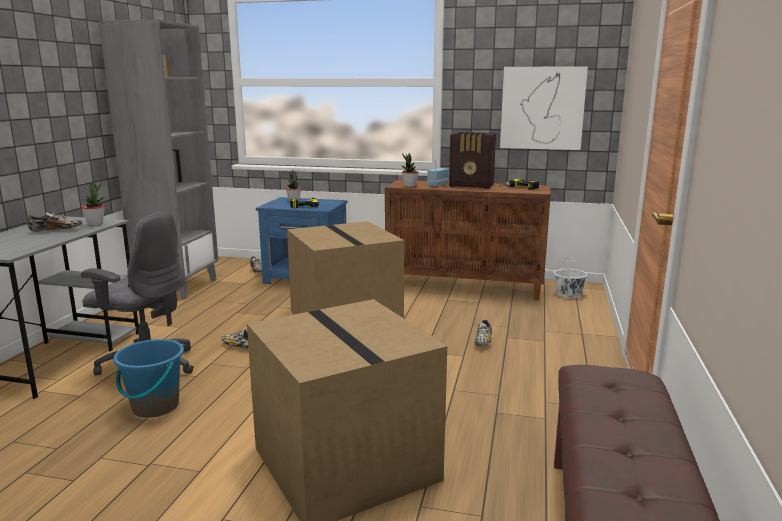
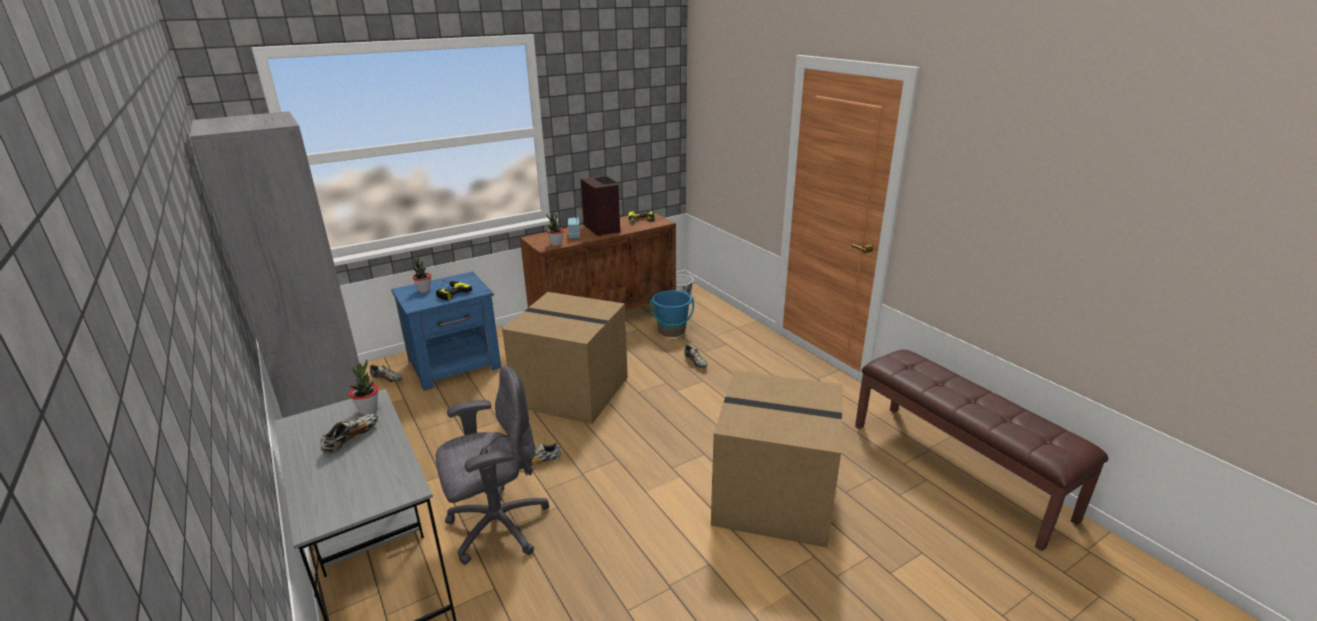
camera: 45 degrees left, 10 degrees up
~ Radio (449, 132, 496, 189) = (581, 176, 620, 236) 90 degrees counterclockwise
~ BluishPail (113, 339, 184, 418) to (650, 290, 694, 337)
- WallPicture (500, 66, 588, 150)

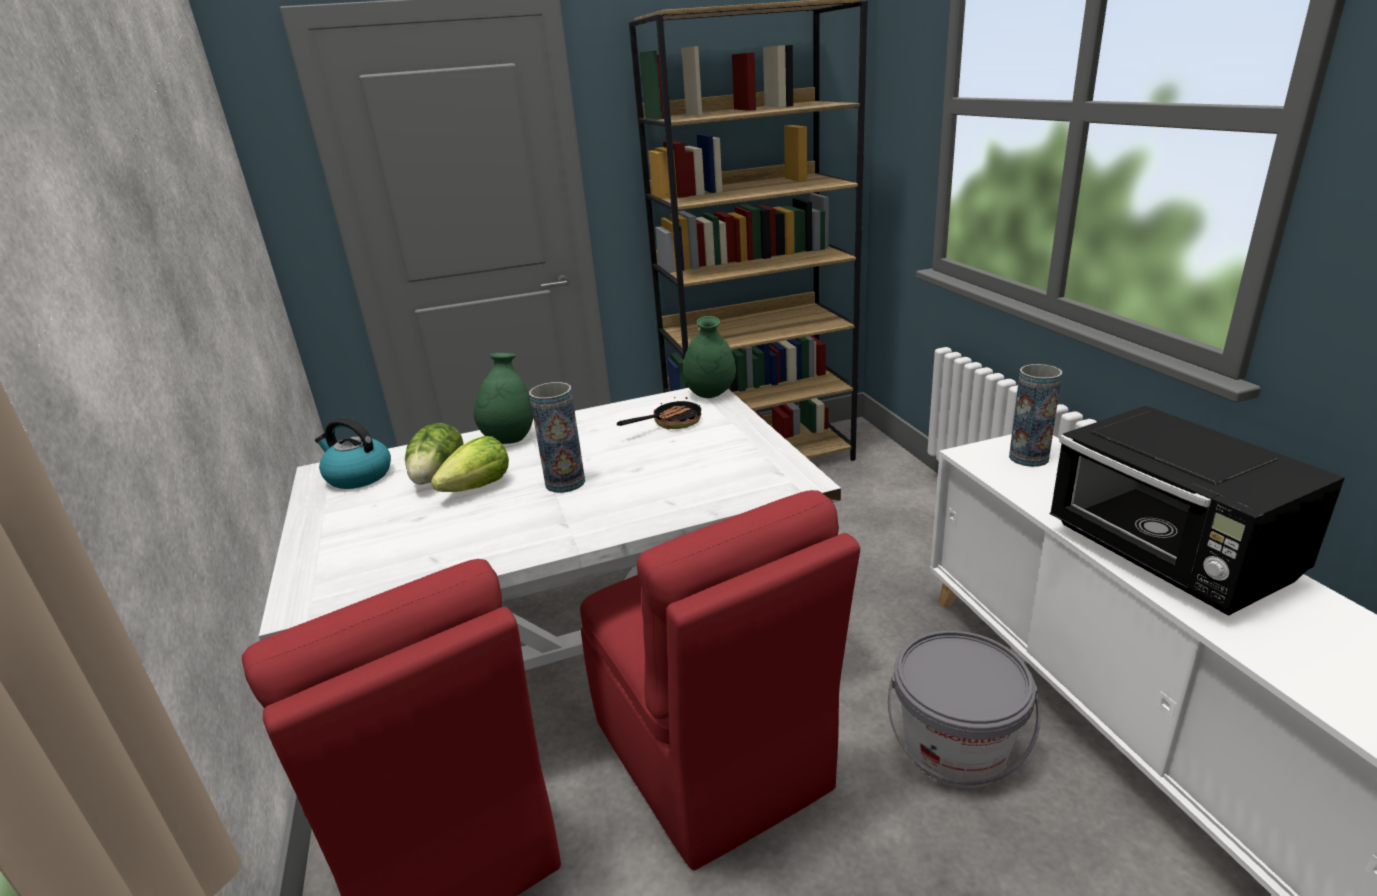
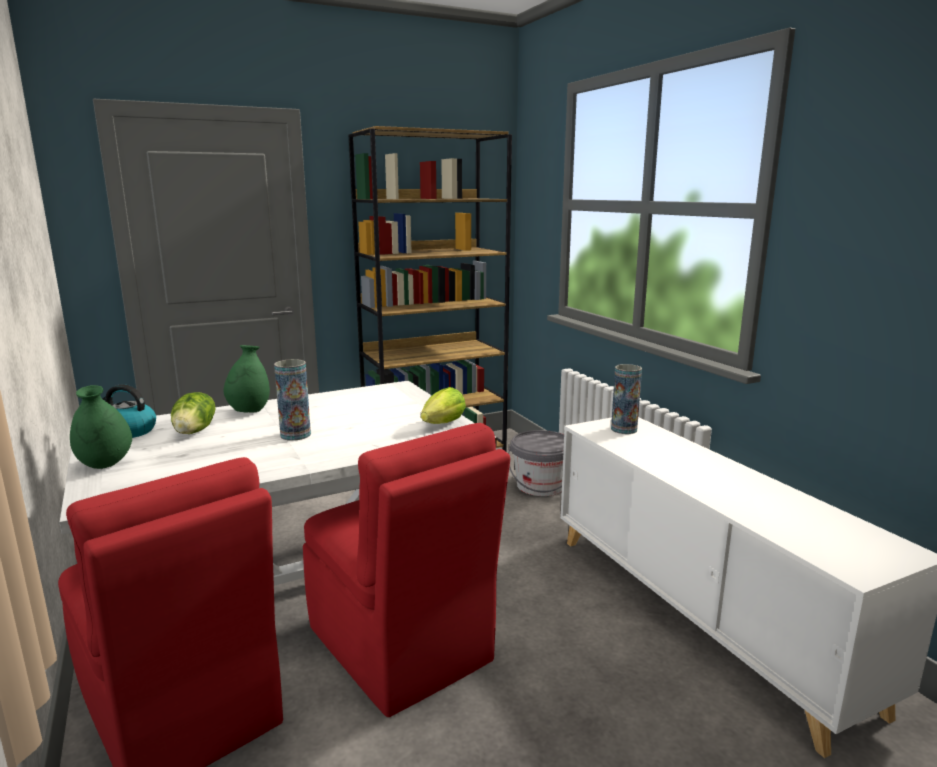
camera: 10 degrees left, 10 degrees down
~ GreenColouredVase (683, 316, 736, 398) to (70, 385, 132, 469)
~ LettuceHead (431, 436, 509, 492) to (421, 387, 466, 424)
~ GreyPail (888, 631, 1041, 788) to (508, 430, 564, 496)
- Pan (617, 397, 701, 429)
- BlackMicrowaveOven (1049, 406, 1345, 615)

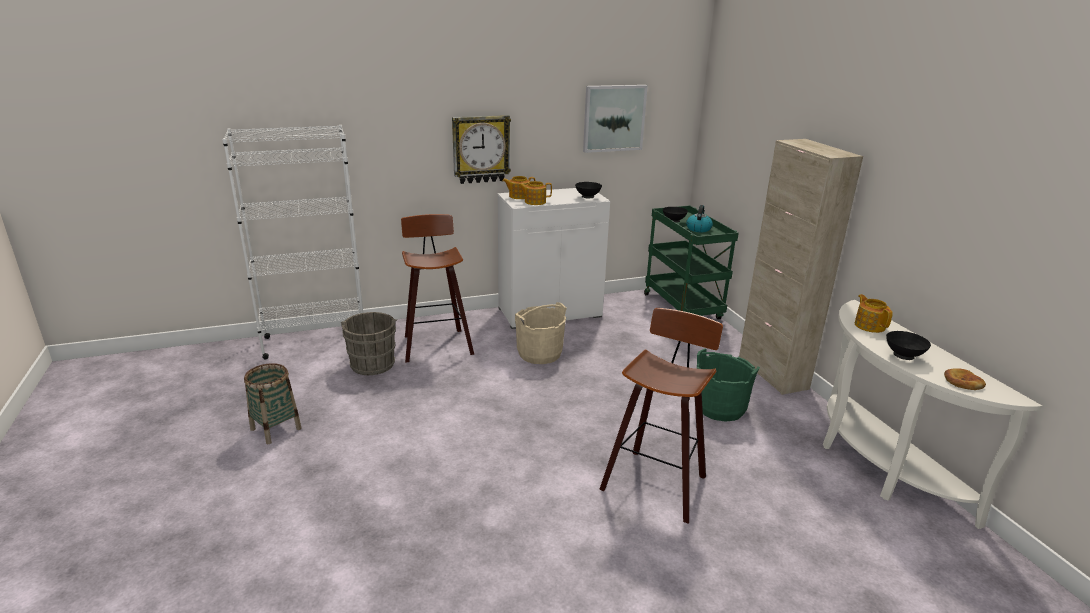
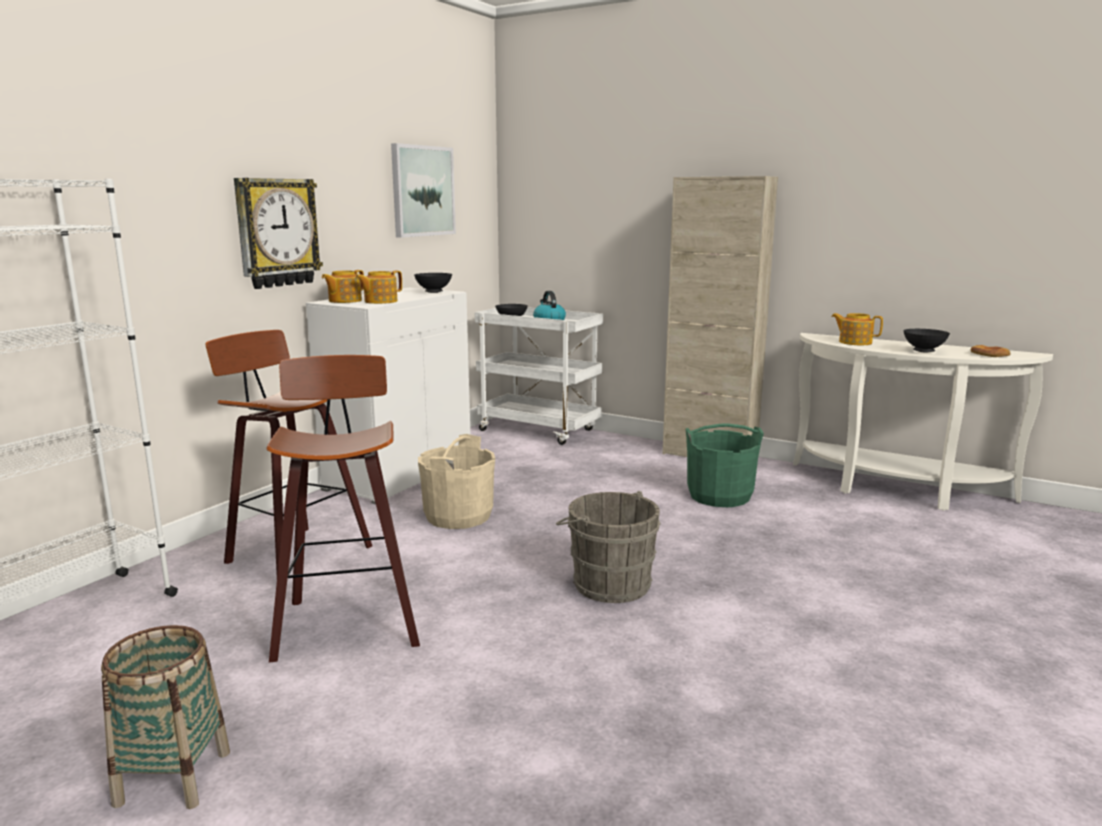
camera: 40 degrees left, 10 degrees down
~ SittingStool (599, 308, 723, 524) to (266, 355, 420, 662)
~ GreenColouredCart (644, 206, 739, 320) to WhiteCart (475, 307, 603, 445)
~ GreyPail (341, 312, 397, 375) to (556, 491, 661, 603)

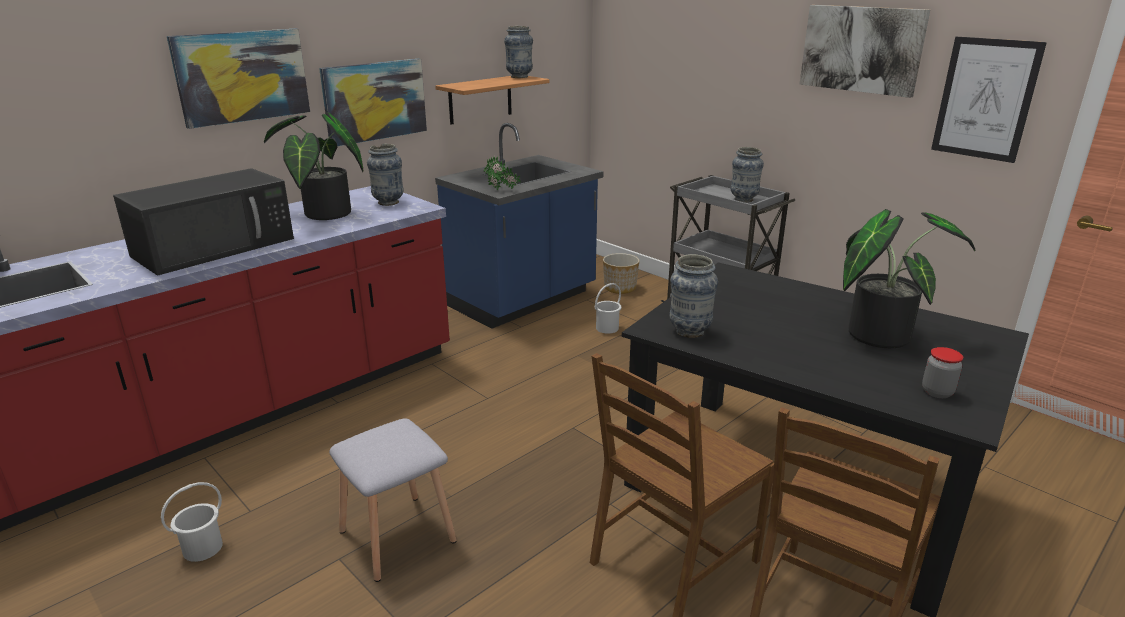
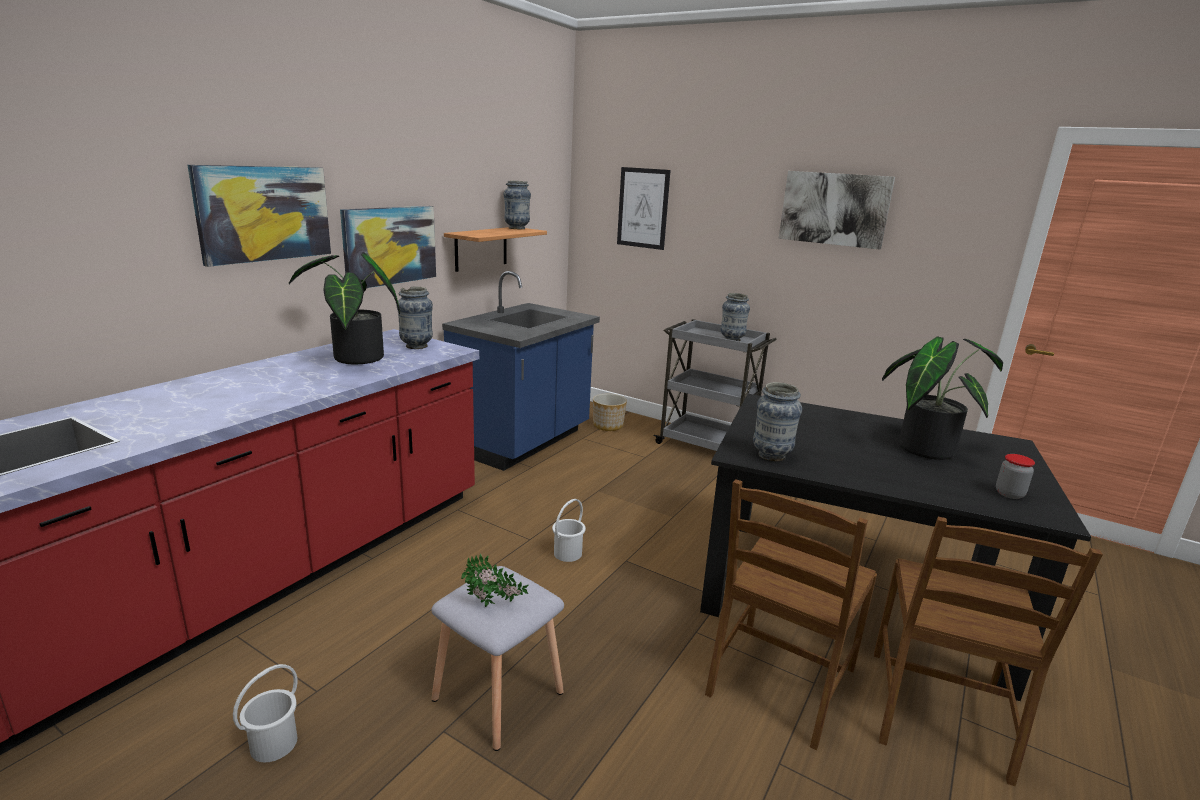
camera: 15 degrees left, 5 degrees down
~ PottedPlant (484, 156, 521, 190) to (461, 554, 529, 607)
~ WhitePail (595, 283, 621, 334) to (552, 499, 586, 562)
~ WallPicture (931, 37, 1047, 163) to (617, 167, 671, 250)
- BlackMicrowaveOven (113, 168, 294, 276)

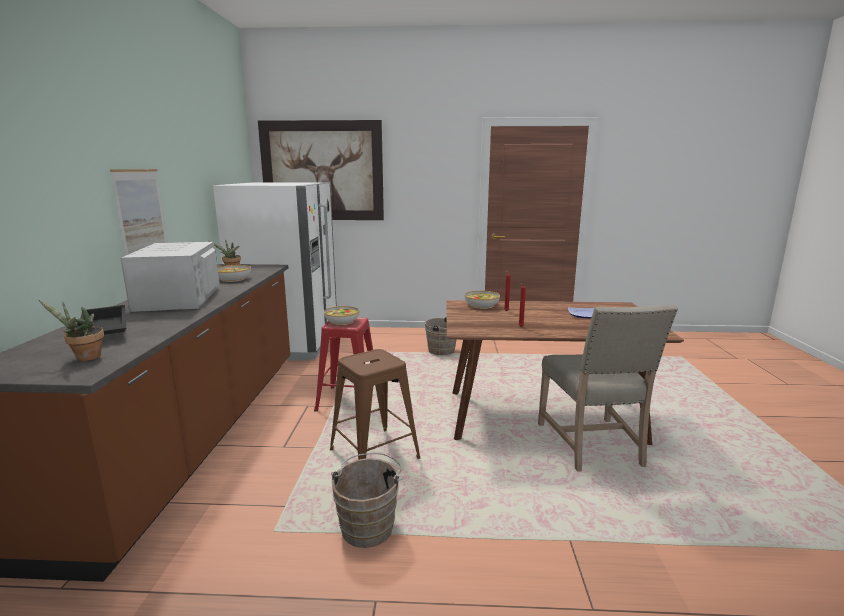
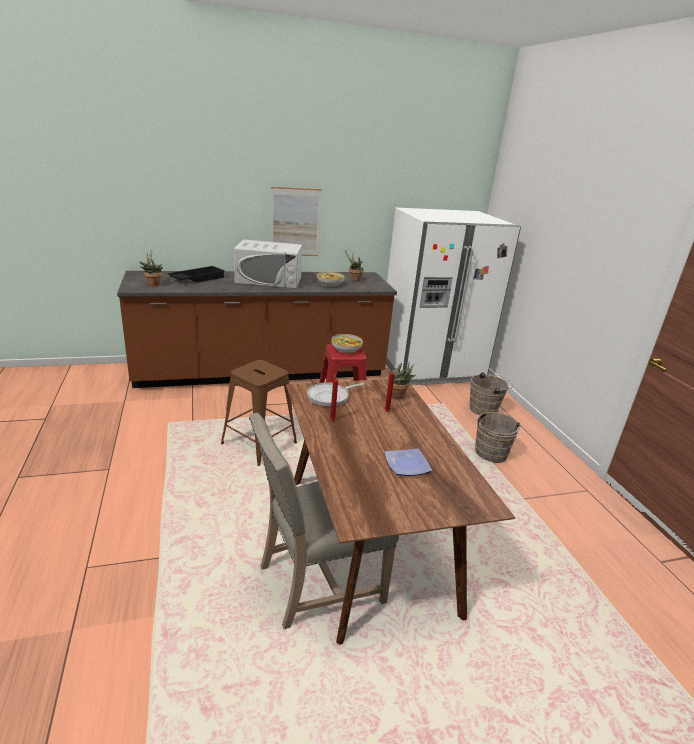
camera: 70 degrees right, 10 degrees up
~ WhiteMicrowaveOven (121, 242, 219, 312) = (234, 239, 302, 289) 150 degrees counterclockwise
+ Pan (307, 383, 365, 407)
~ ServingBowl (465, 290, 500, 309) to PottedPlant (388, 363, 415, 399)
~ BrownColouredPail (331, 453, 404, 548) to (469, 372, 513, 415)
- WallPicture (258, 120, 384, 220)

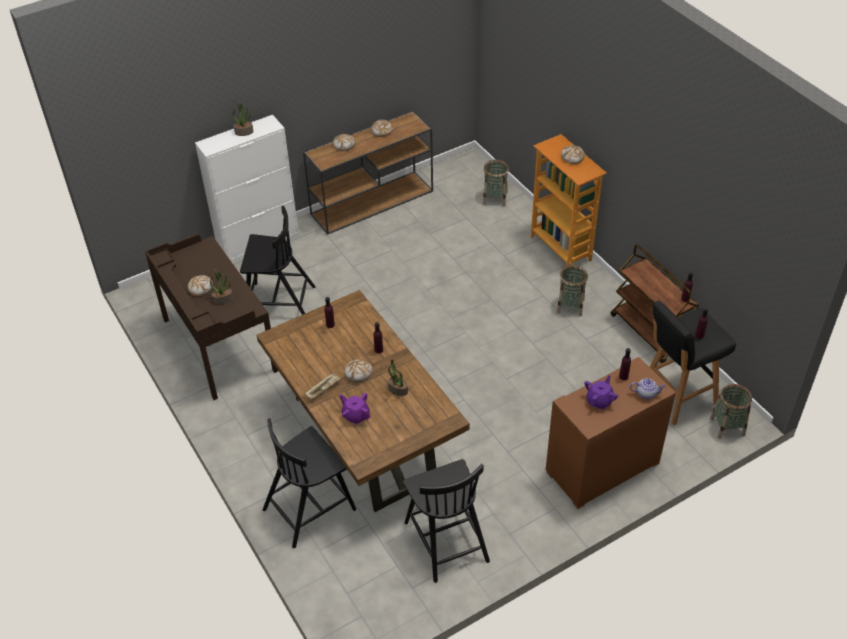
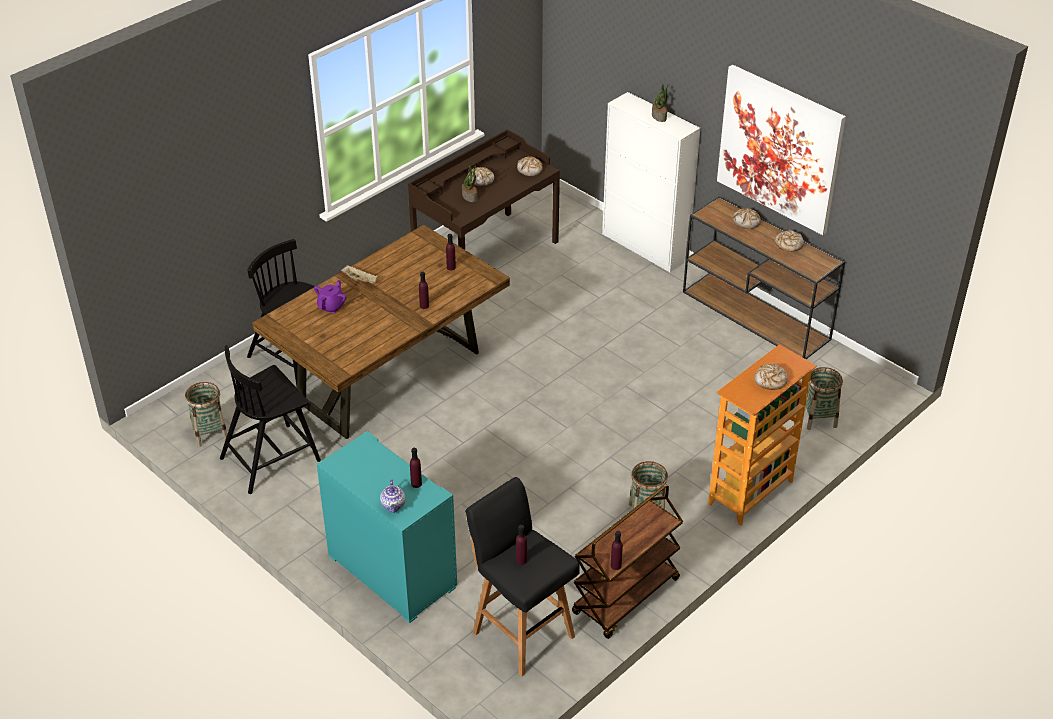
camera: 75 degrees right, 5 degrees down
~ HouseholdBasket (710, 384, 752, 439) to (185, 382, 228, 447)
~ BrownColouredChestOfDrawers (546, 357, 676, 509) to TurquoiseColouredChestOfDrawers (317, 431, 457, 623)
~ BakeryBread (344, 359, 373, 383) to (517, 156, 543, 176)
+ WallPicture (717, 65, 846, 235)
- BlackUprightChair (240, 206, 315, 315)
- PottedPlant (388, 359, 408, 396)
- PurpleTeapot (585, 375, 618, 410)

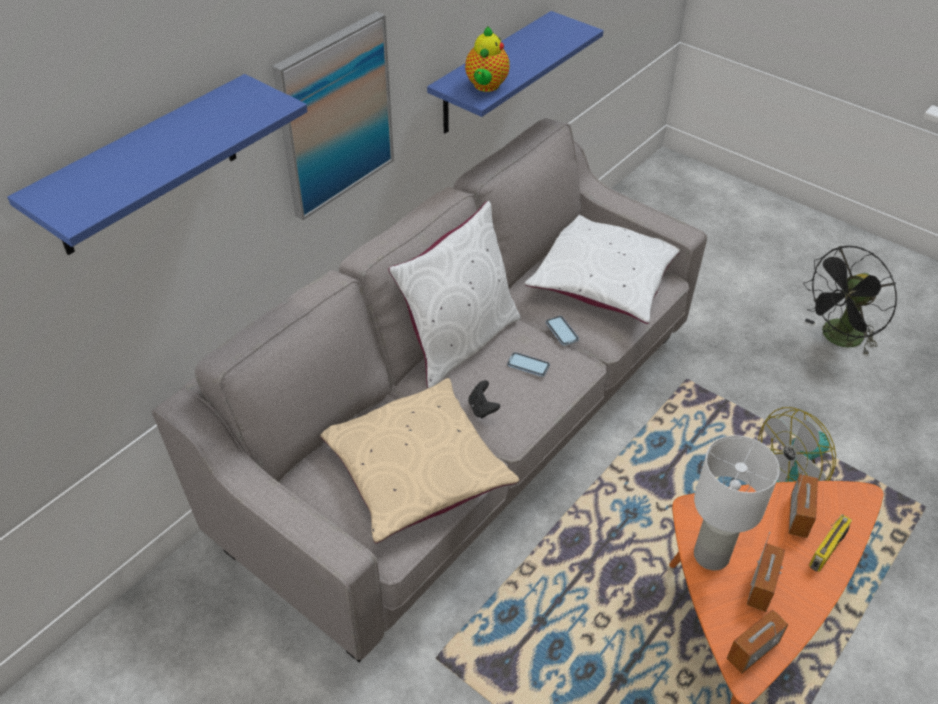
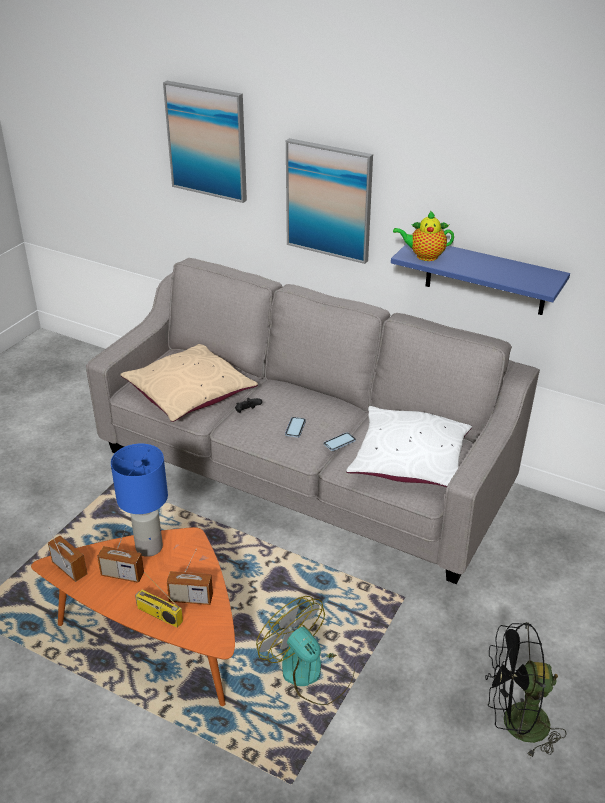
camera: 80 degrees right, 10 degrees down
~ WhiteTableLamp (694, 435, 780, 571) to BluishTableLamp (111, 444, 168, 557)
~ BluishBracketShelf (7, 74, 307, 255) to WallPicture (163, 81, 247, 203)
~ BlackCoolingFan (803, 246, 897, 356) = (485, 622, 567, 758) 45 degrees counterclockwise
- WhiteThrowPillow (388, 201, 521, 388)

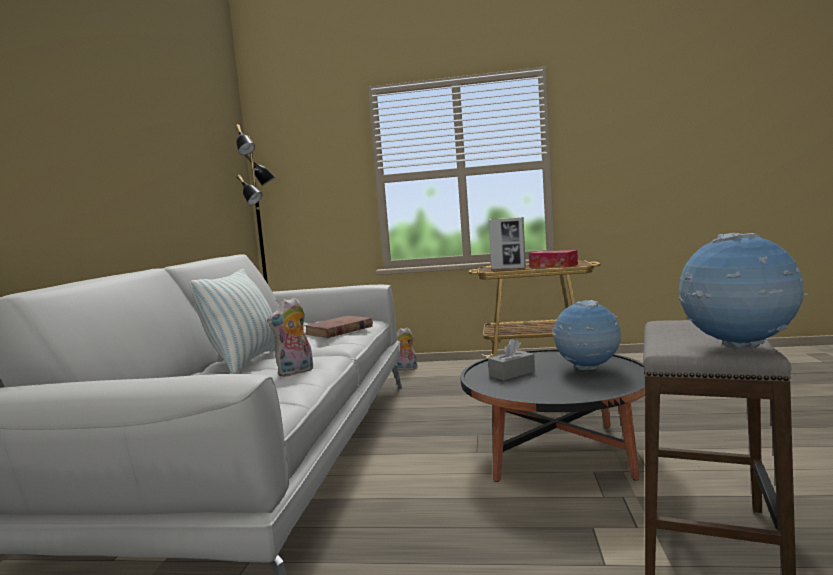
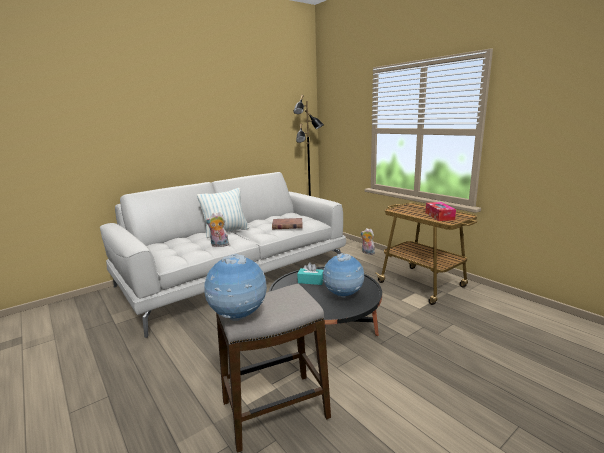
camera: 45 degrees right, 10 degrees up
~ GreyTissueBox (488, 339, 535, 381) to TurquoiseColouredTissueBox (297, 262, 323, 285)
- StandingFrame (489, 217, 526, 270)

